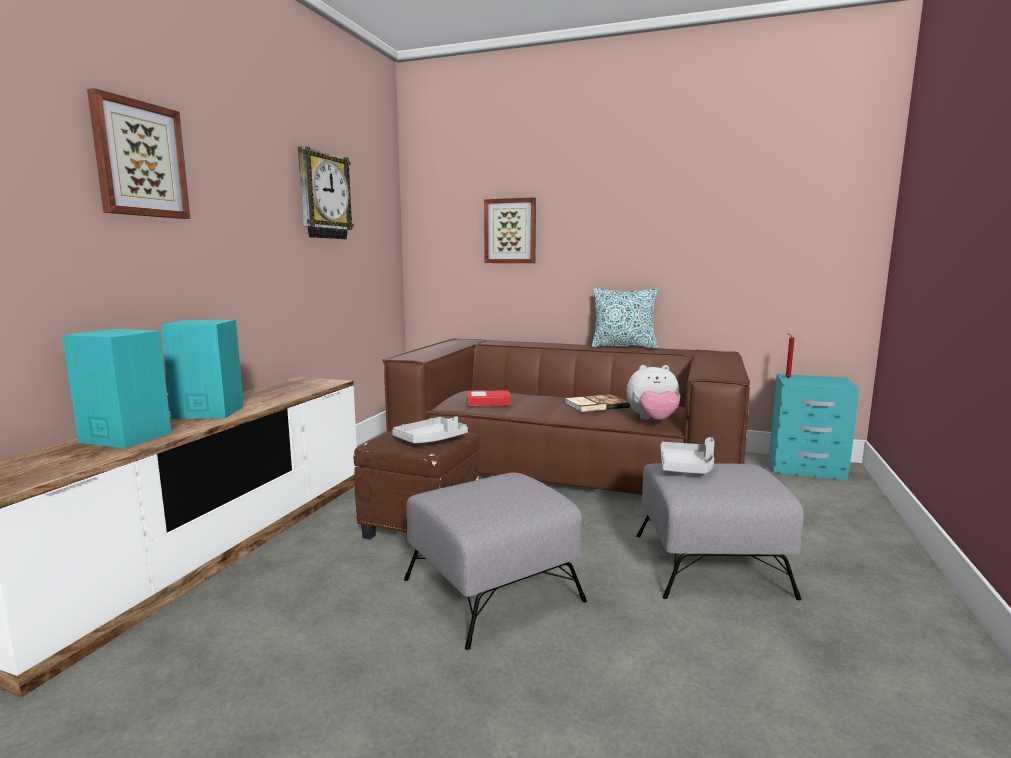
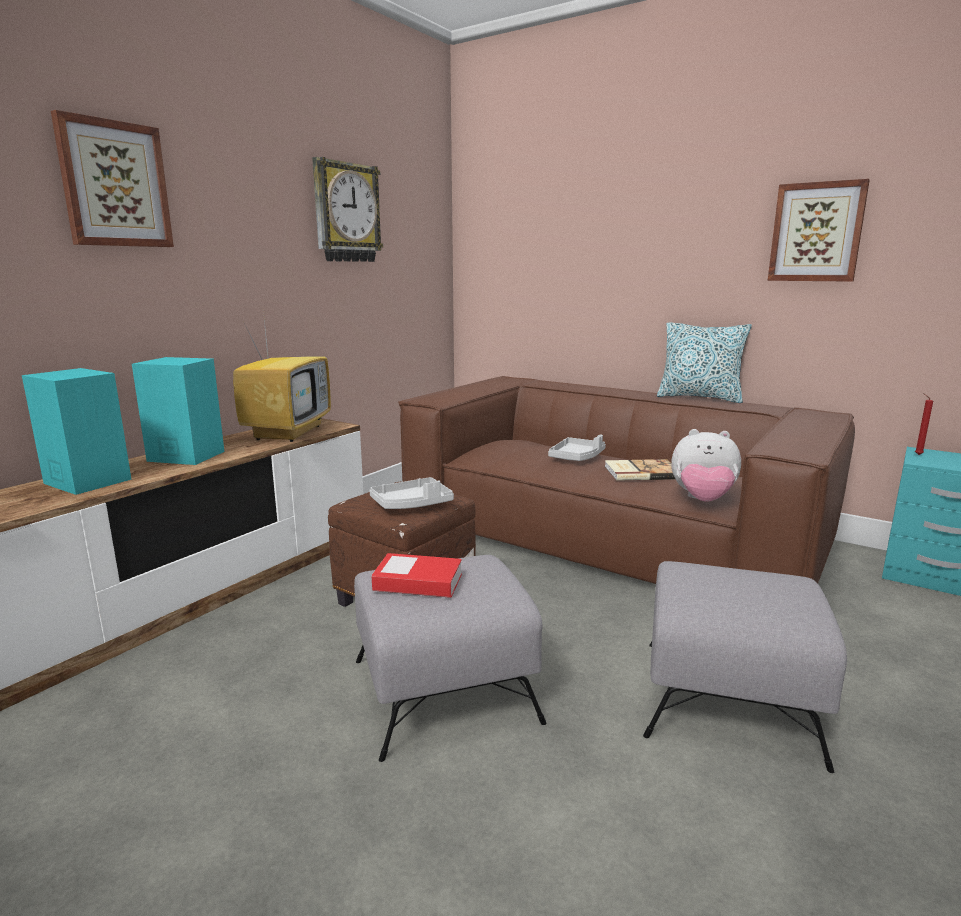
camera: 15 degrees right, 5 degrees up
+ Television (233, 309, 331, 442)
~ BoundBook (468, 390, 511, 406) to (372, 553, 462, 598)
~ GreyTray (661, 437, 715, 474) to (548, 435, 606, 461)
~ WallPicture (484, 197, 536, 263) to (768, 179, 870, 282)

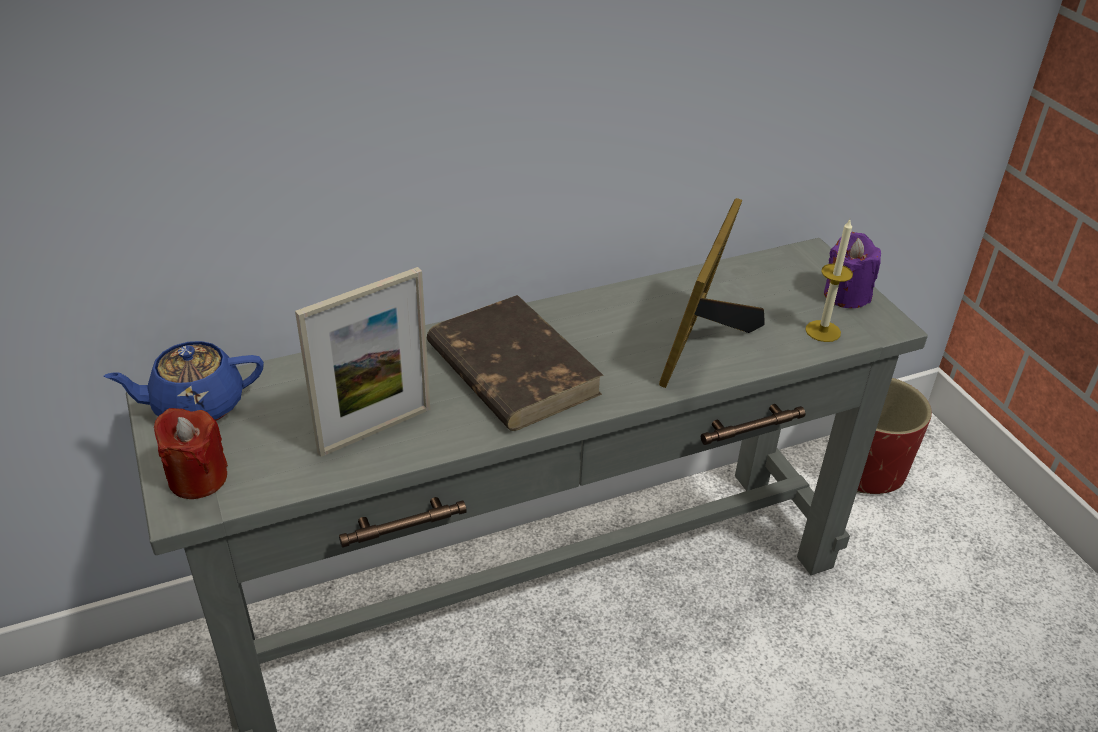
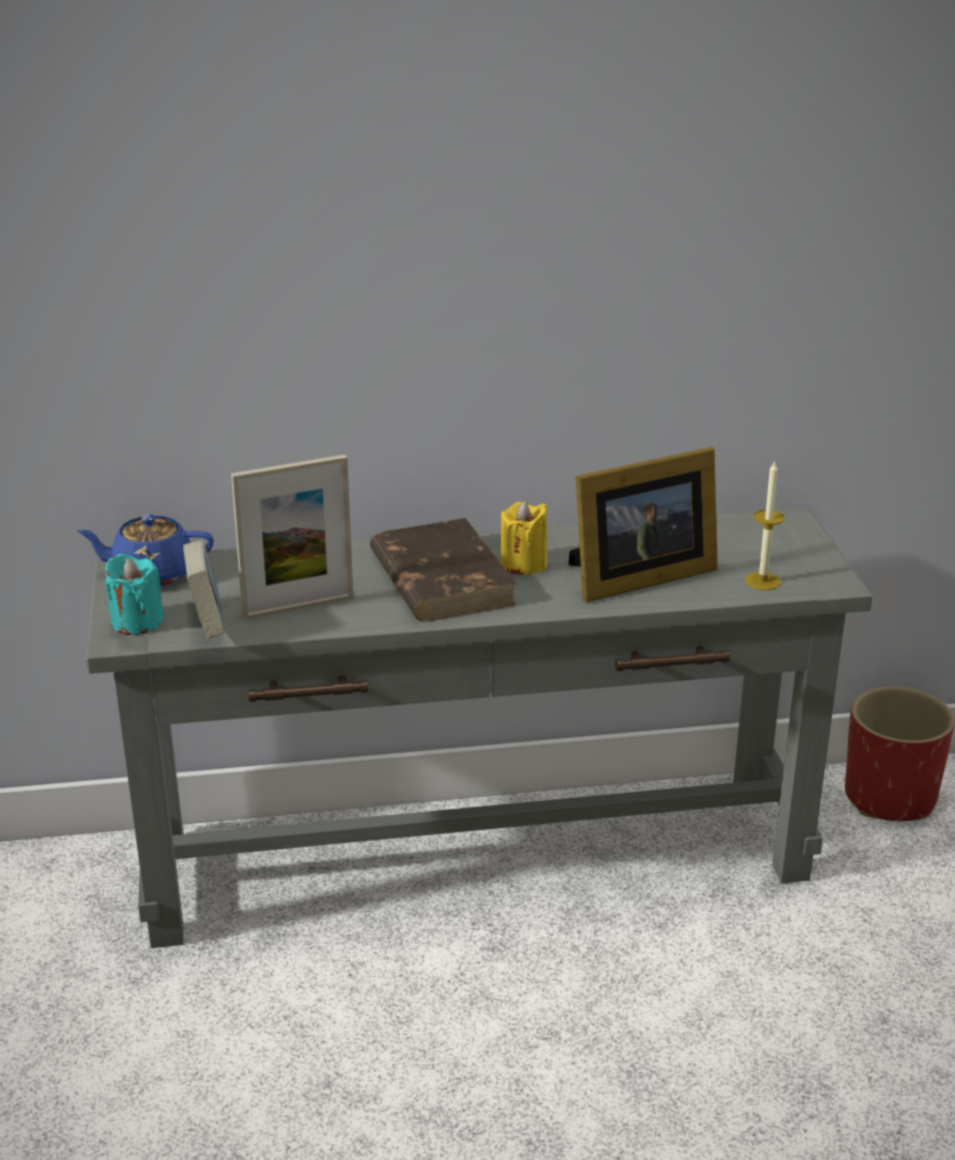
camera: 15 degrees right, 10 degrees down
~ RedColouredWaxCandle (154, 408, 228, 499) to TurquoiseColouredWaxCandle (105, 553, 164, 635)
+ BoundBook (183, 540, 224, 638)
+ YellowColouredWaxCandle (500, 501, 548, 575)
~ StandingFrame (659, 198, 765, 388) = (569, 447, 718, 603) 150 degrees counterclockwise
- PurpleWaxCandle (824, 232, 881, 308)

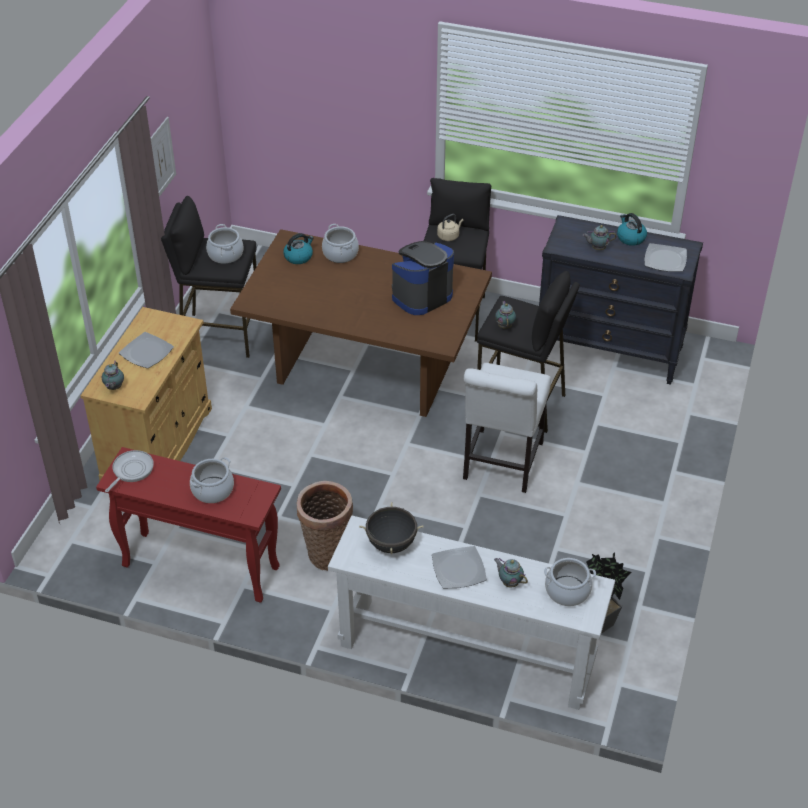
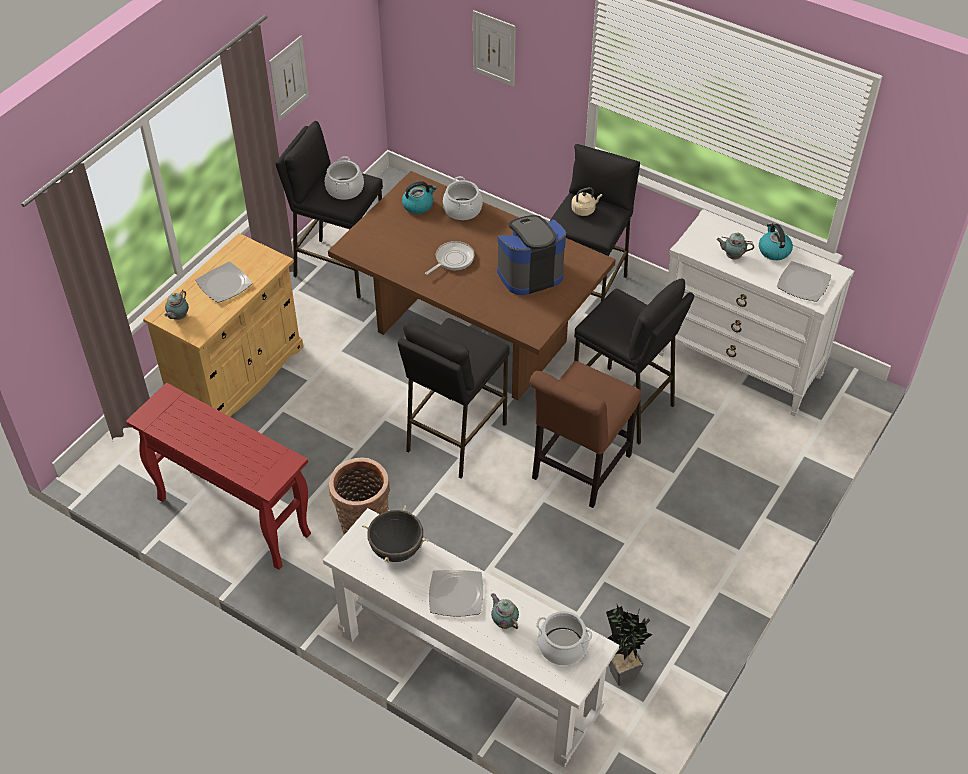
camera: 15 degrees right, 5 degrees up
+ BlackSittingStool (398, 318, 510, 478)
~ Pan (105, 450, 154, 492) to (425, 241, 475, 275)
+ WallPicture (473, 10, 516, 87)
~ WhiteUprightChair (463, 363, 551, 493) to BrownColouredUprightChair (530, 361, 641, 508)
~ BlackChestOfDrawers (539, 215, 703, 385) to WhiteChestOfDrawers (659, 209, 854, 416)
- Stockpot (190, 457, 234, 503)
- Teapot (495, 301, 516, 329)

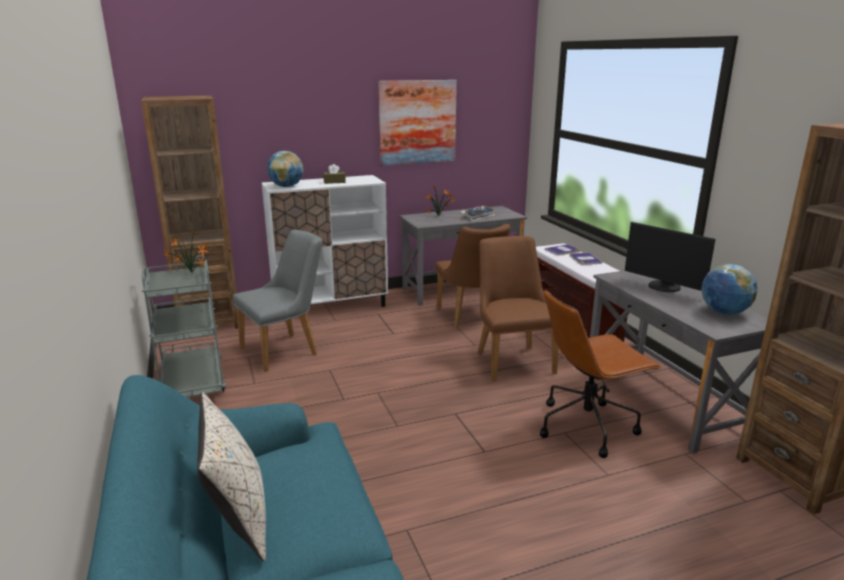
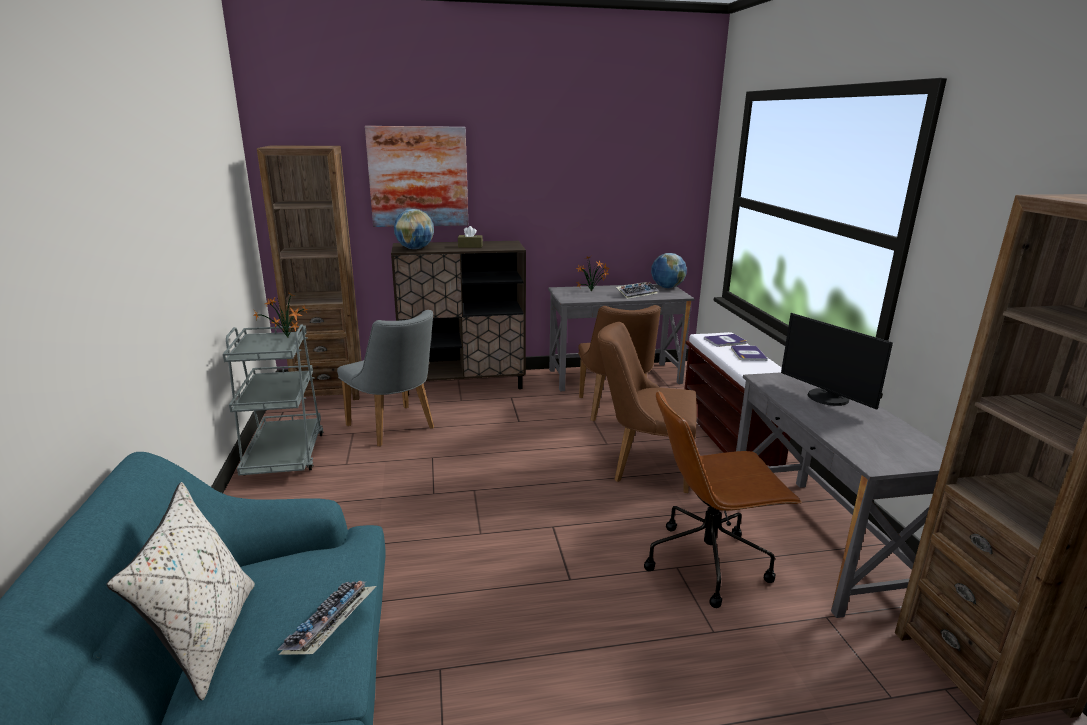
camera: 10 degrees right, 0 degrees up
+ Keyboard (277, 581, 377, 655)
~ GreyUprightChair (233, 230, 322, 372) = (337, 310, 434, 446) 75 degrees clockwise
~ WallPicture (378, 80, 457, 166) to (365, 126, 468, 227)
~ WhiteStorageCabinet (262, 175, 388, 307) to BrownColouredStorageCabinet (391, 241, 526, 396)
~ BrownColouredUprightChair (477, 236, 559, 382) = (597, 322, 697, 493) 75 degrees counterclockwise
~ WorldGlobe (701, 264, 758, 315) to (651, 253, 687, 288)

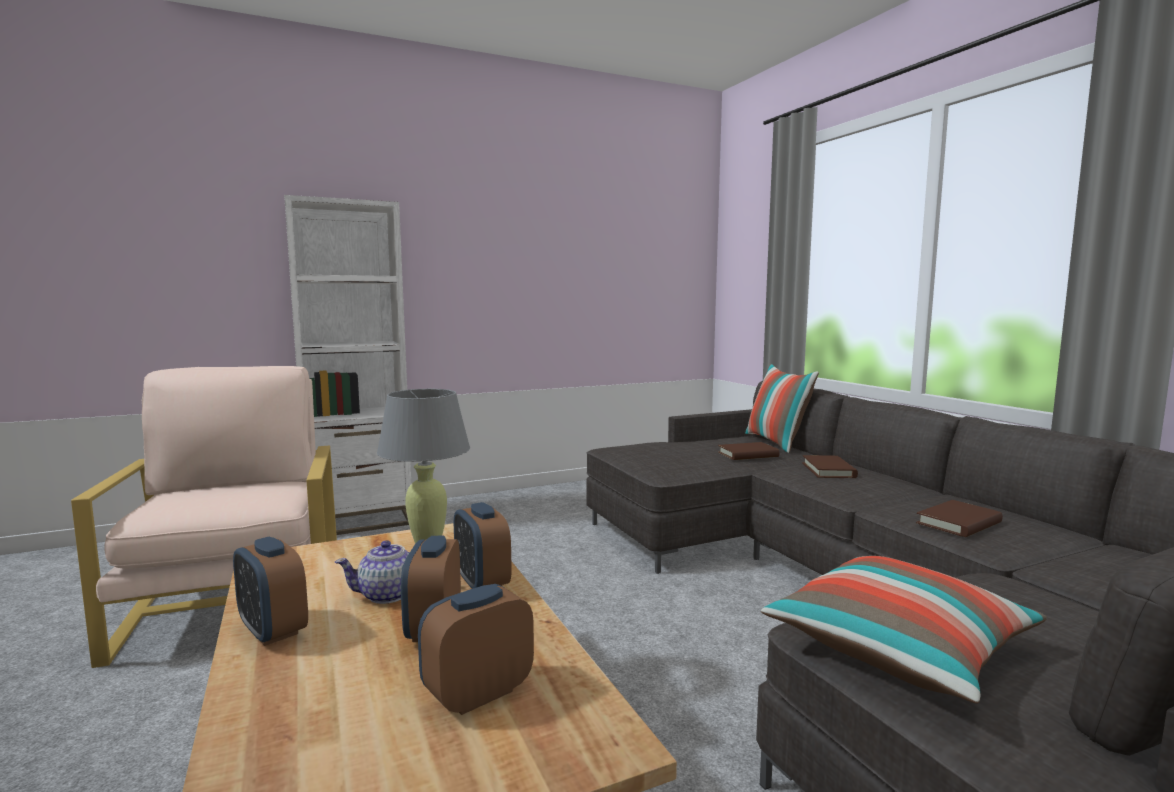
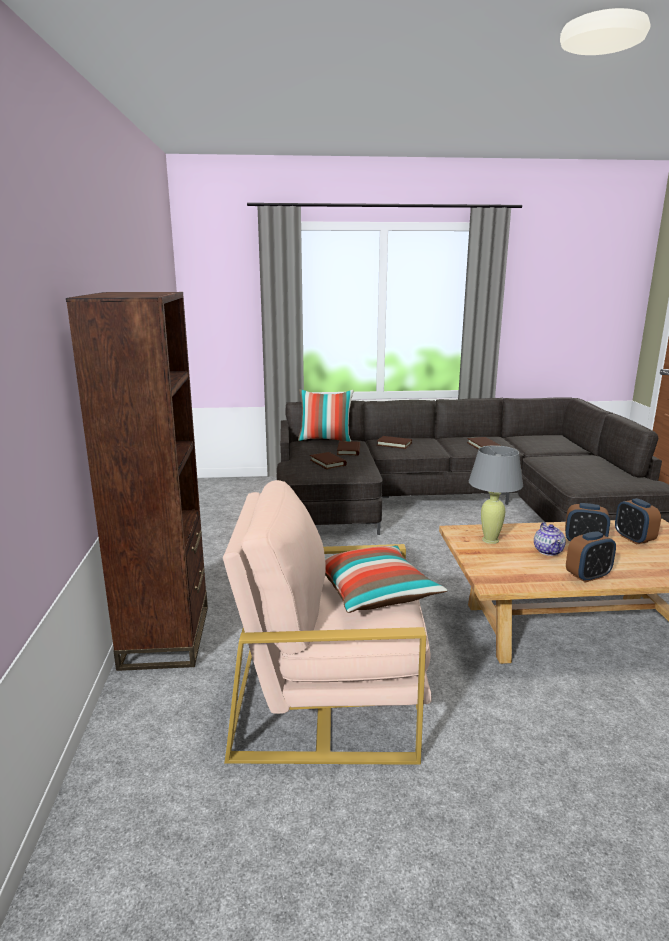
camera: 70 degrees left, 10 degrees up
~ WhiteBookshelf (284, 195, 411, 535) to BrownColouredBookshelf (66, 292, 208, 671)
+ BrownColouredBoundBook (310, 452, 347, 469)
~ ThrowPillow (761, 556, 1047, 704) to (325, 545, 448, 613)
- BedsideClock (454, 502, 512, 589)

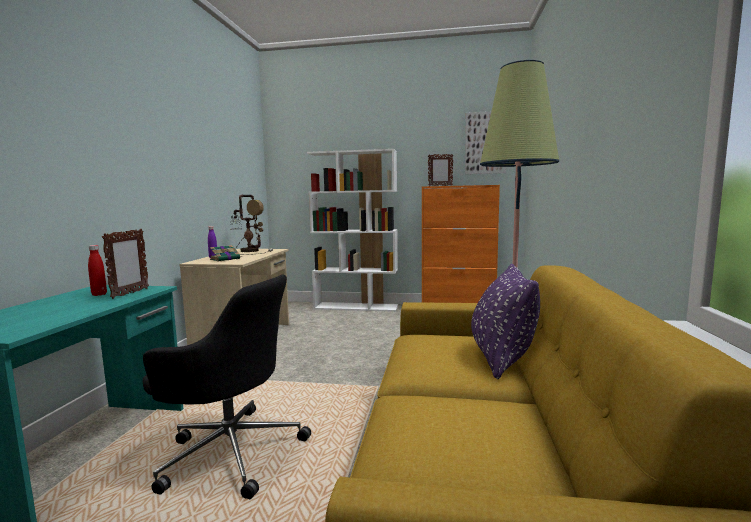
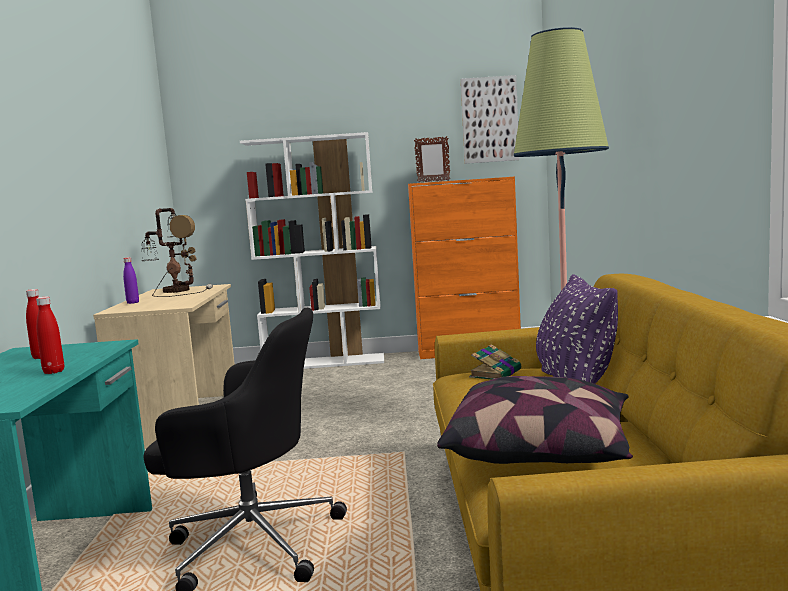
camera: 10 degrees left, 0 degrees up
+ RedColouredDrinkBottle (36, 296, 64, 374)
+ ThrowPillow (437, 376, 633, 464)
~ BoundBook (210, 245, 242, 261) to (469, 344, 521, 380)
- StandingFrame (102, 229, 149, 299)

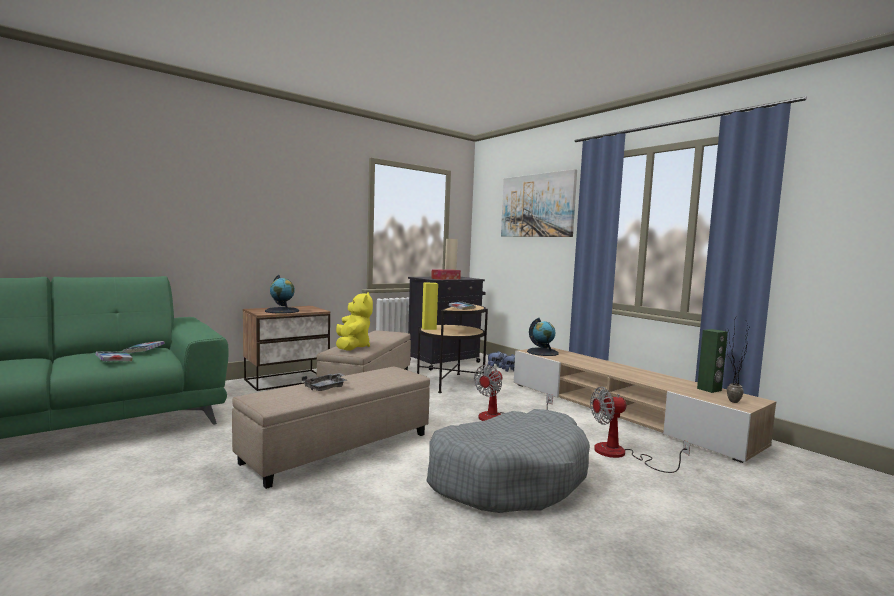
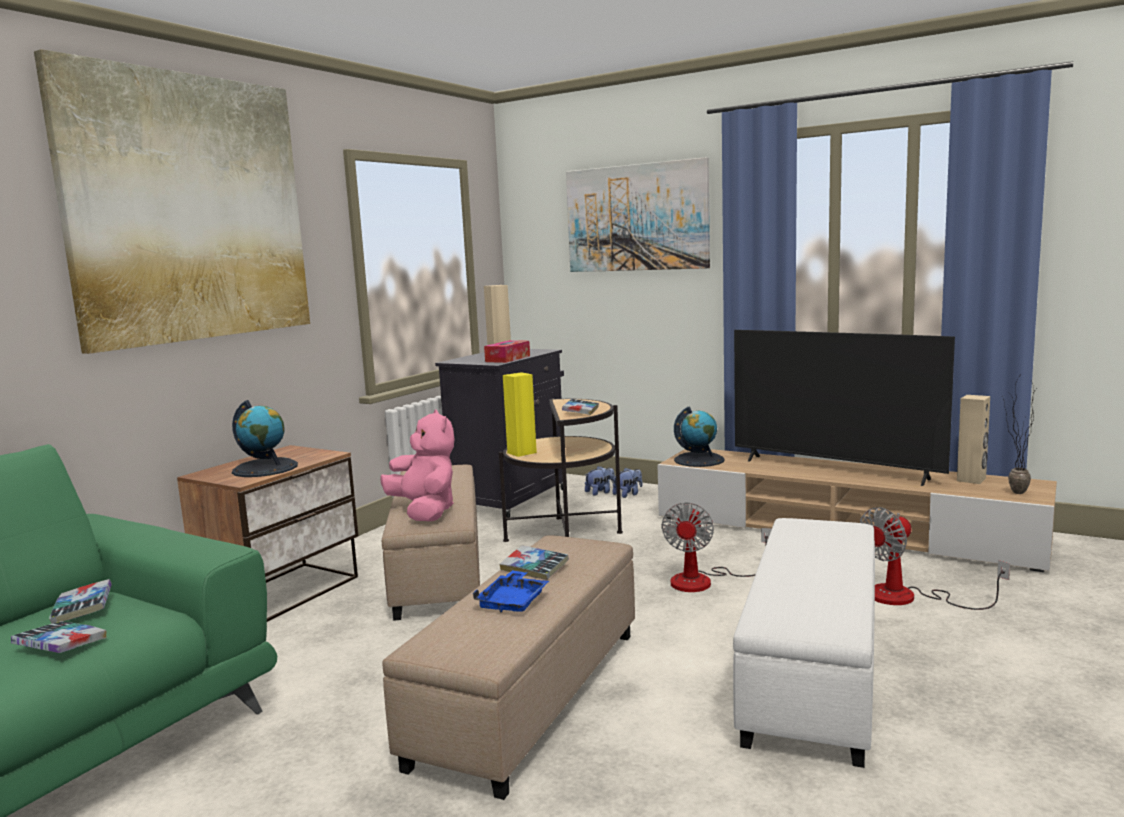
camera: 20 degrees left, 5 degrees up
+ WallPicture (34, 49, 310, 354)
~ YellowColouredCuddlyToy (336, 292, 373, 351) to PinkCuddlyToy (380, 409, 454, 521)
~ GreyTray (302, 373, 347, 391) to BluishTray (473, 570, 549, 613)
+ BoundBook (500, 546, 569, 580)
~ GreyPetBed (426, 409, 590, 513) to WhitePouffe (733, 518, 875, 768)
+ Television (734, 330, 955, 486)
~ GreenColouredLoudspeaker (697, 329, 728, 393) to SandColouredLoudspeaker (957, 395, 990, 484)

